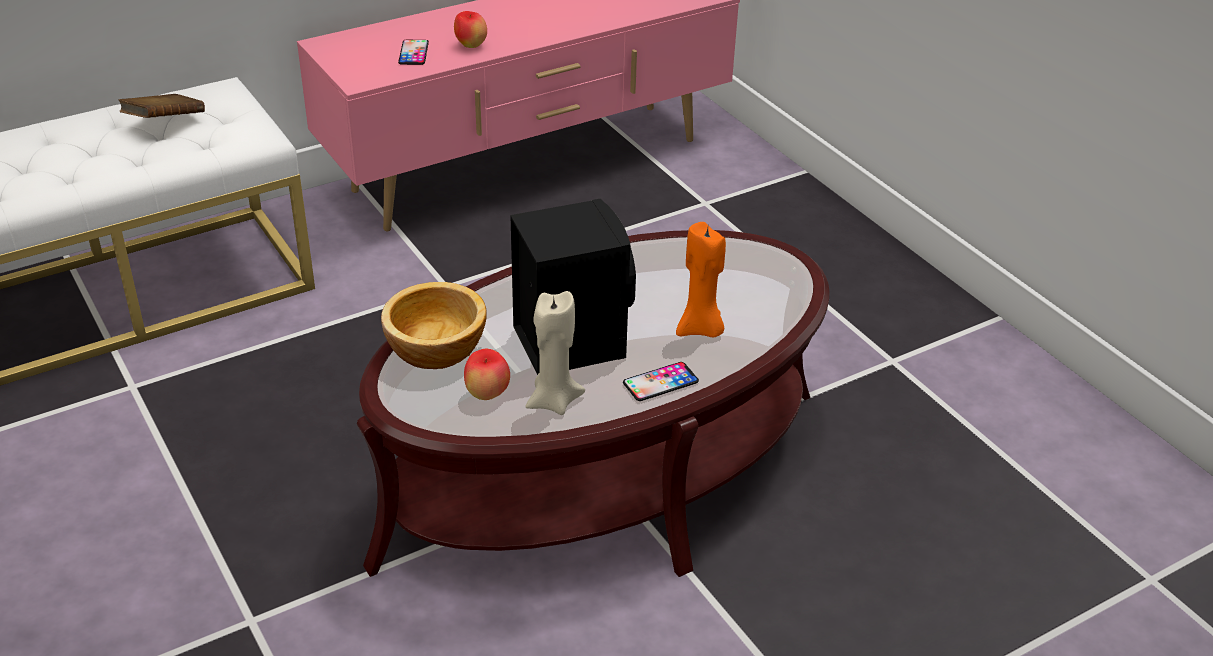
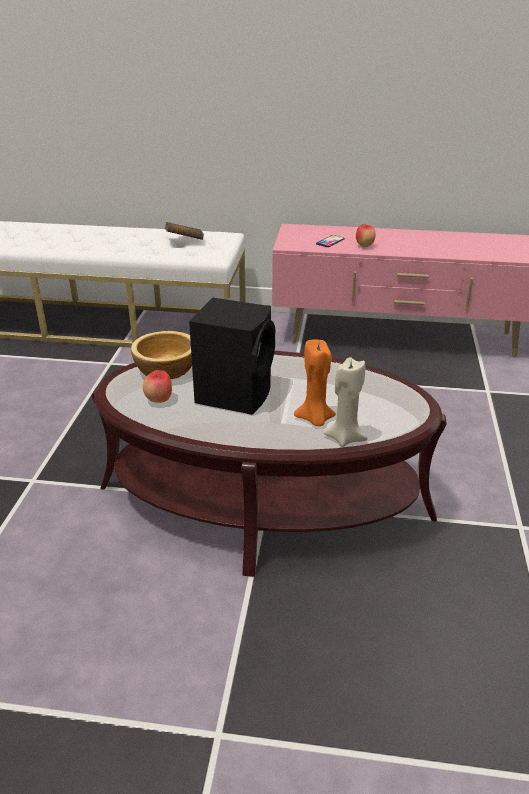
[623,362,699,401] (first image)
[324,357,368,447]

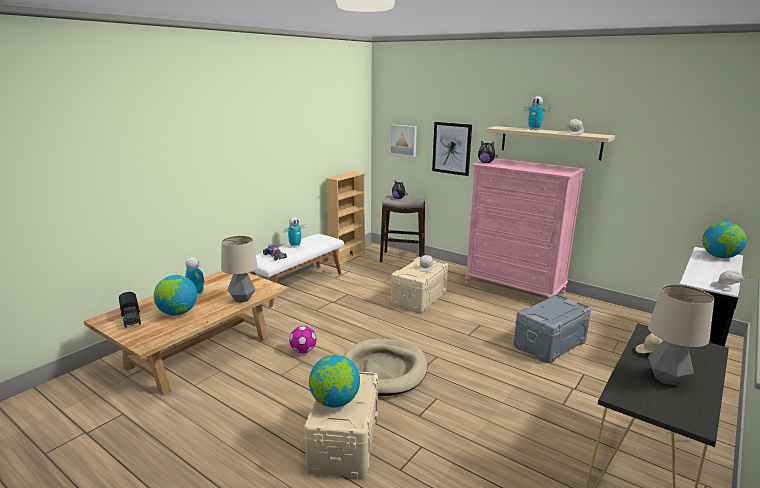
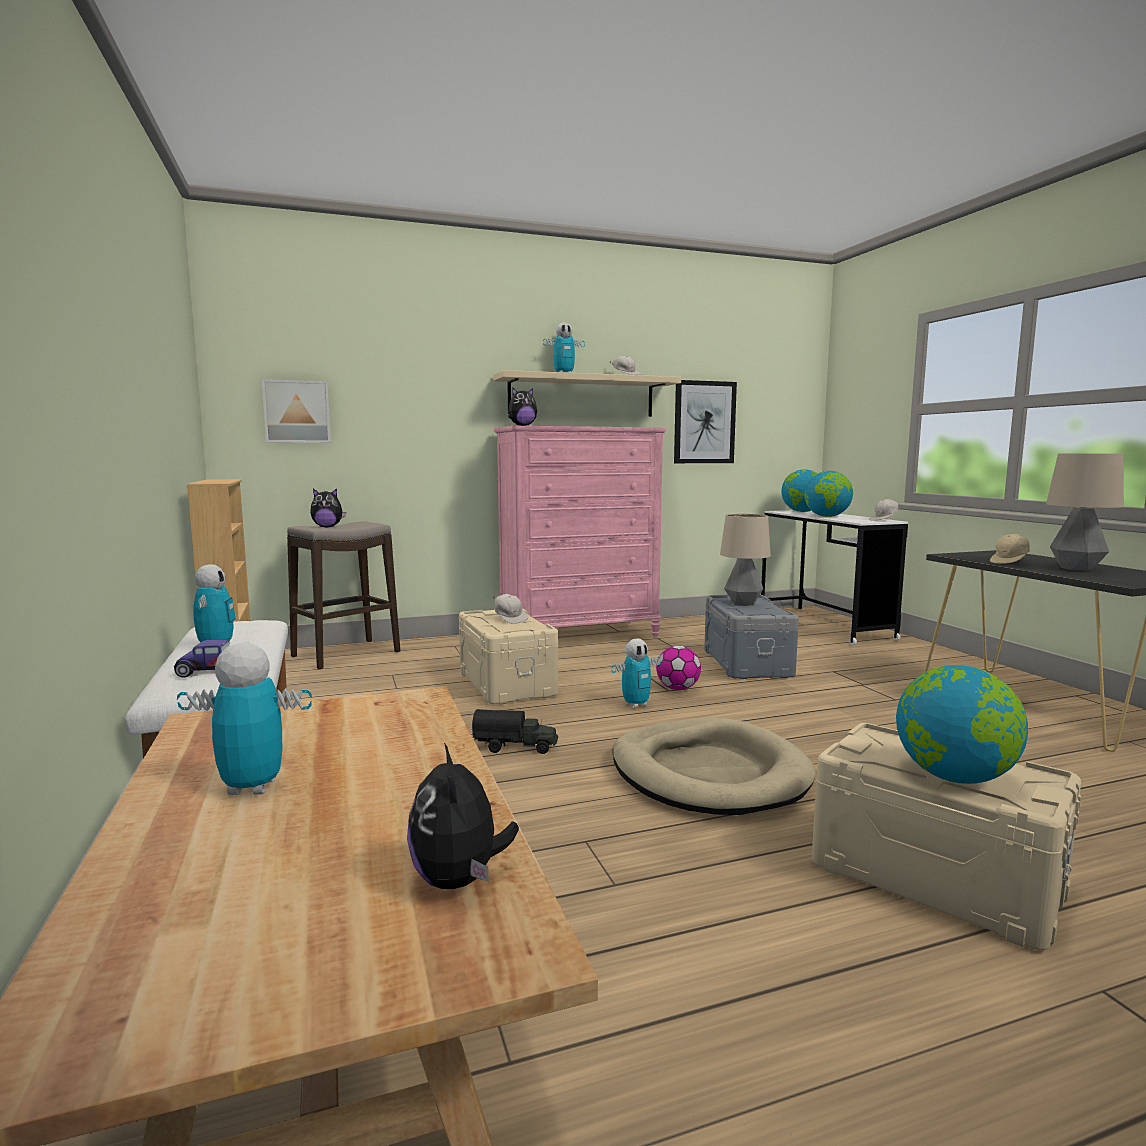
[407,743,519,889]
[612,639,661,708]
[472,709,558,754]
[804,471,853,517]
[720,514,771,606]
[656,646,701,690]
[674,380,737,463]

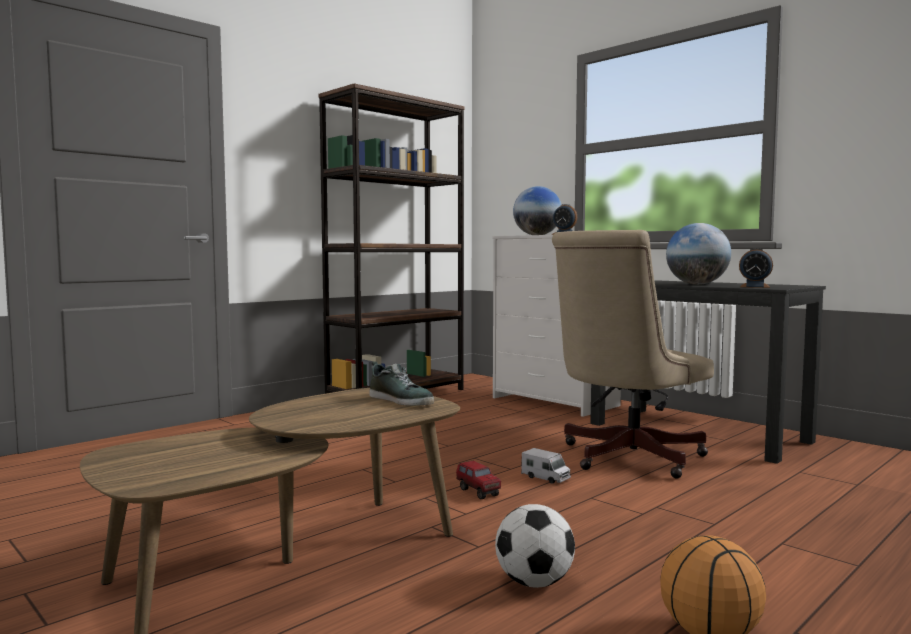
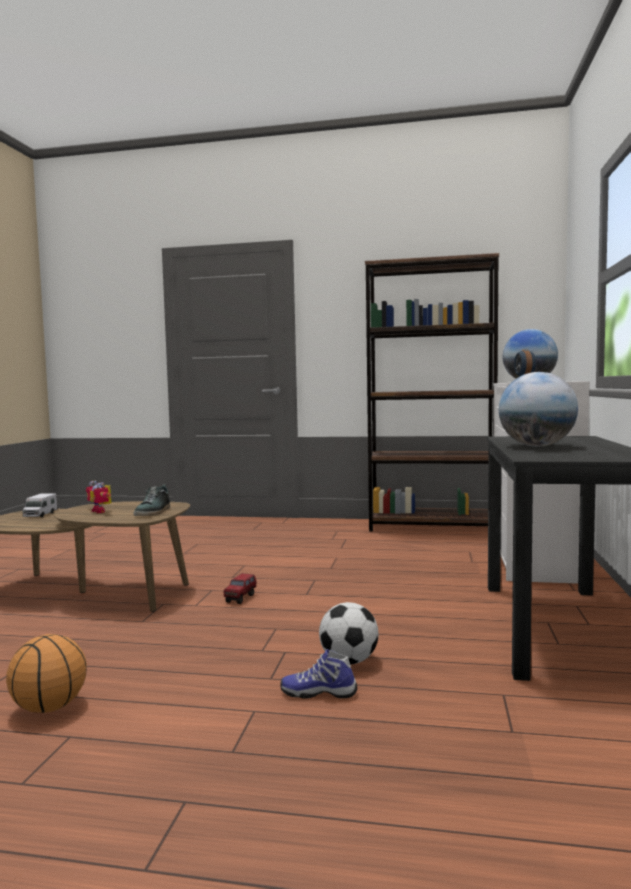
[552,230,714,479] (first image)
[739,248,773,288] (first image)
[86,481,111,513]
[281,649,357,699]
[319,602,379,664]
[23,493,57,517]

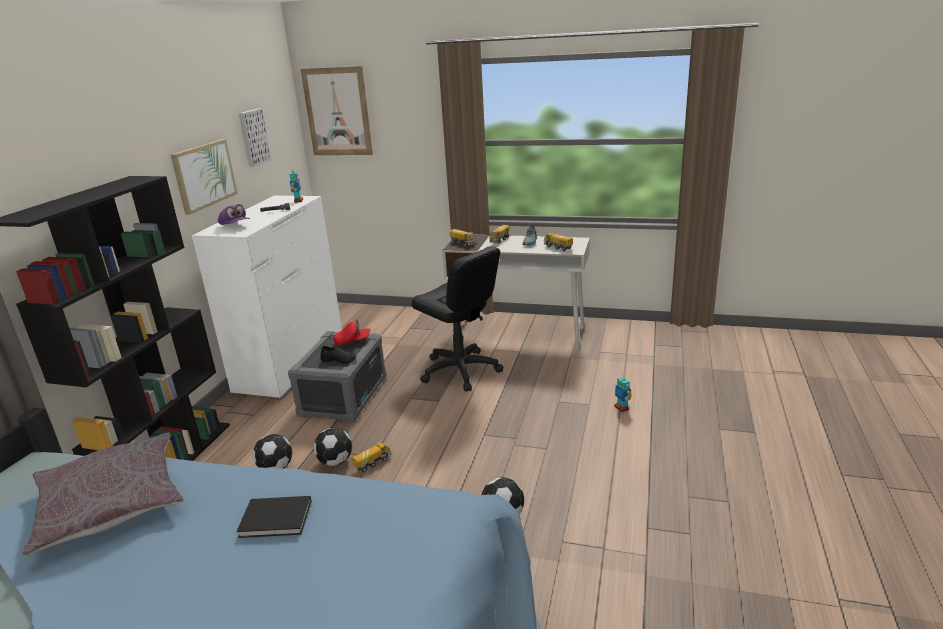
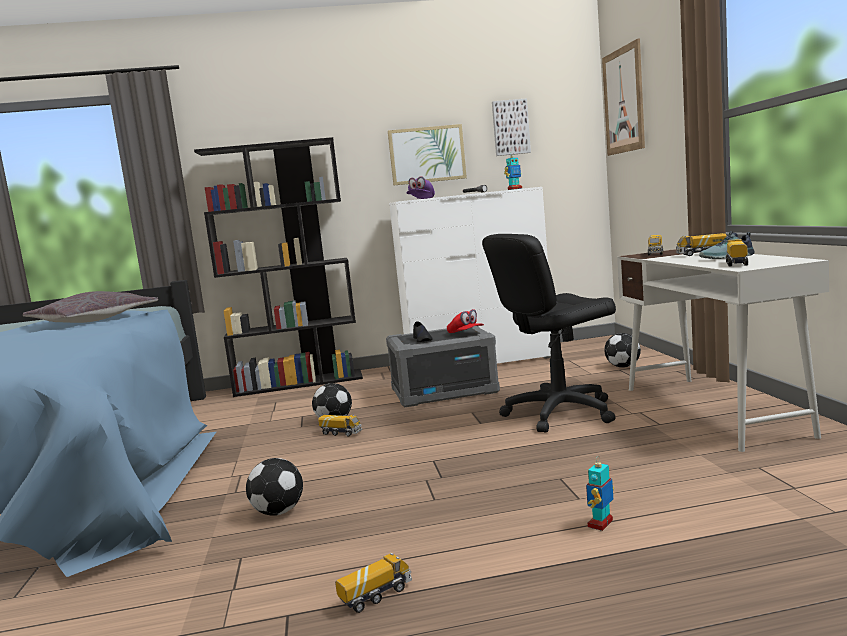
[236,496,312,538] (first image)
[335,553,412,613]
[604,333,641,368]
[482,234,616,433]

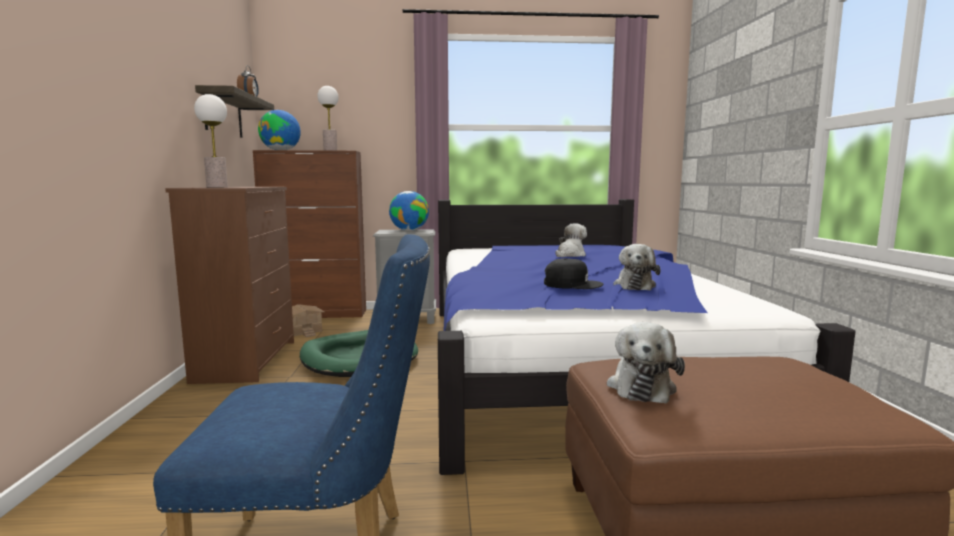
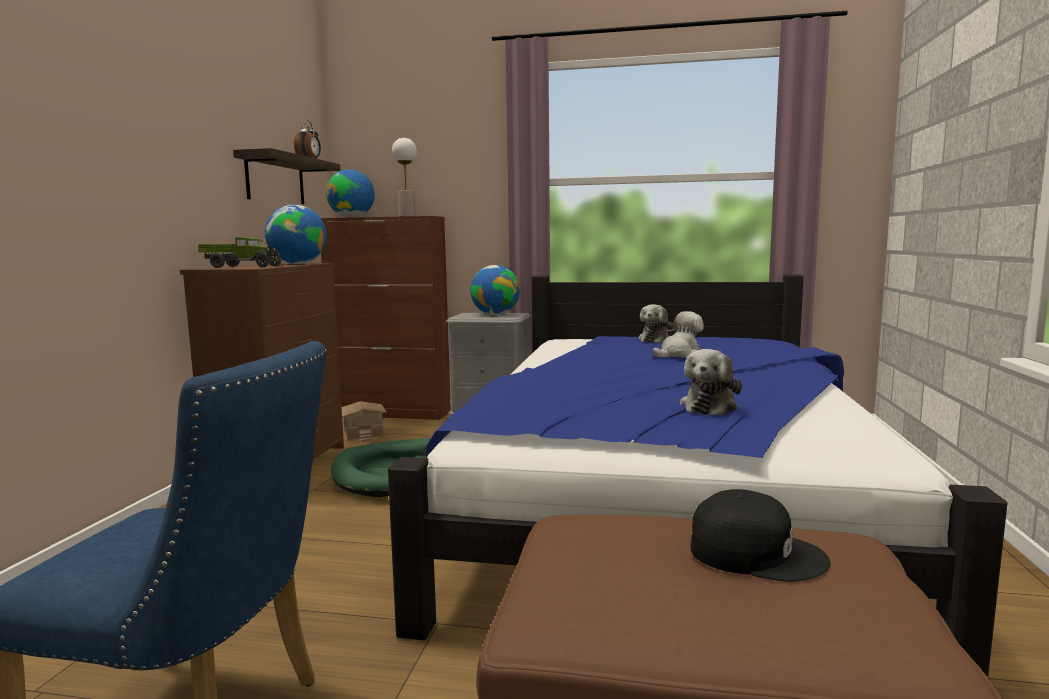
[265,205,327,264]
[690,489,830,582]
[639,304,674,343]
[198,237,282,268]

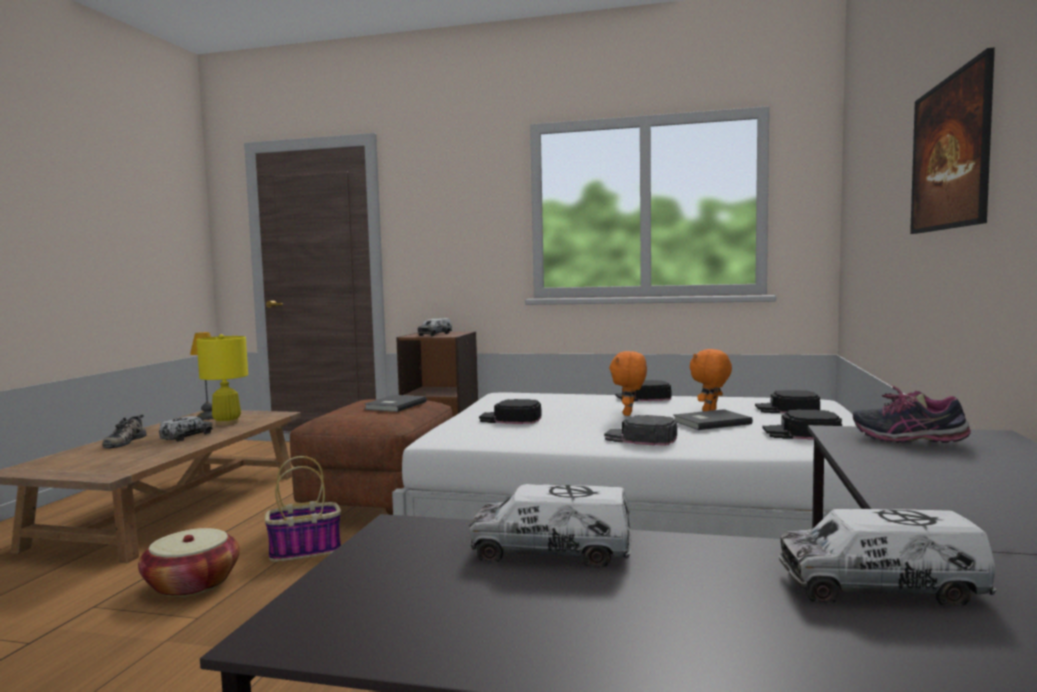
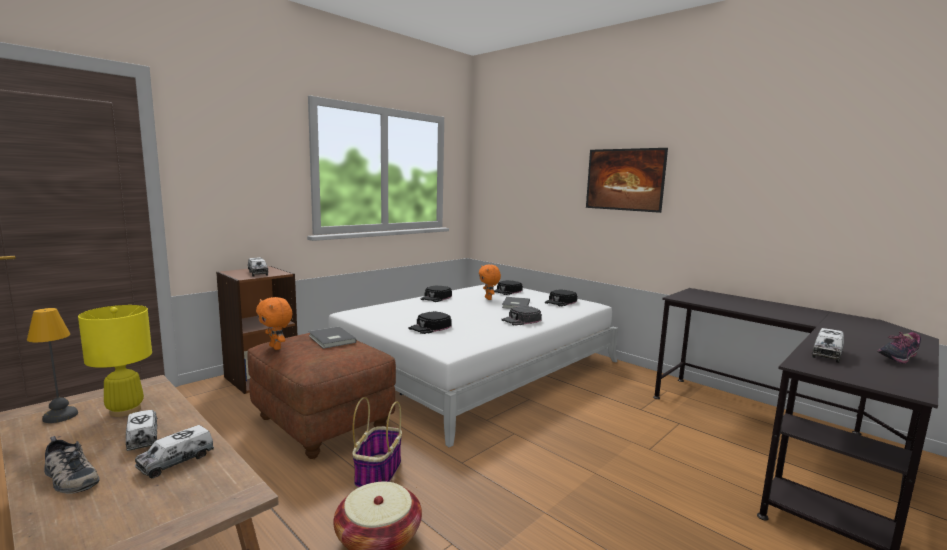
[256,297,292,350]
[135,425,214,479]
[877,332,921,364]

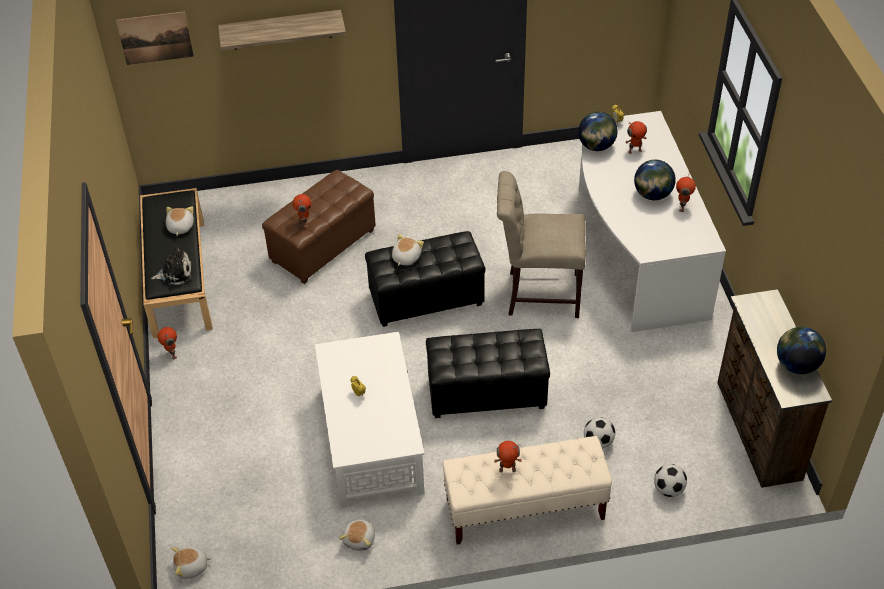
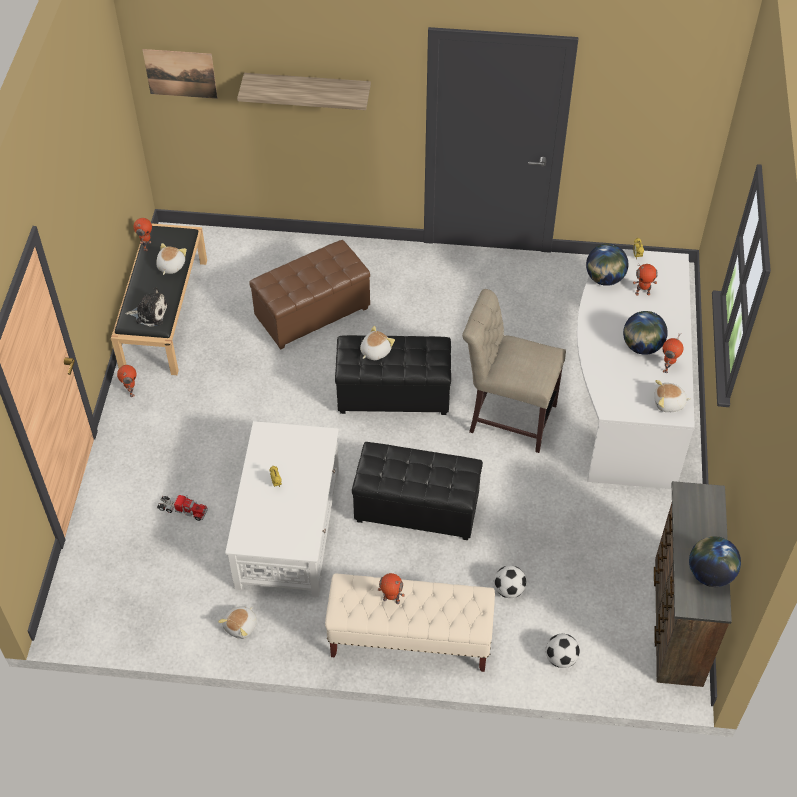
[157,495,208,521]
[654,380,691,412]
[133,218,152,251]

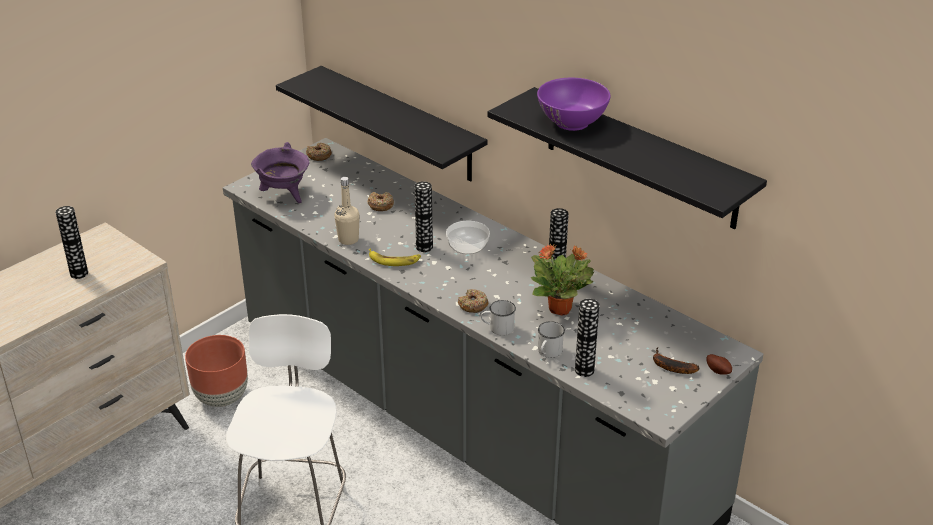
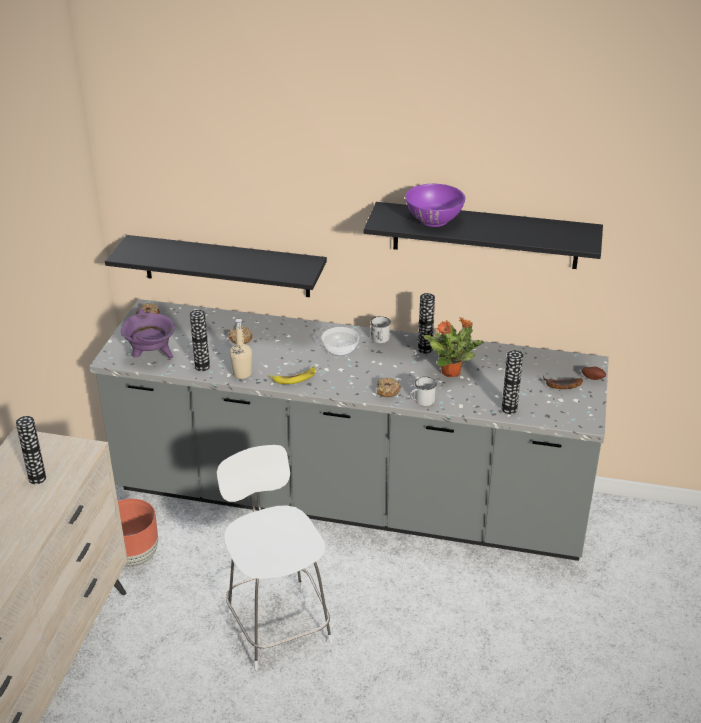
[190,310,210,371]
[371,316,391,343]

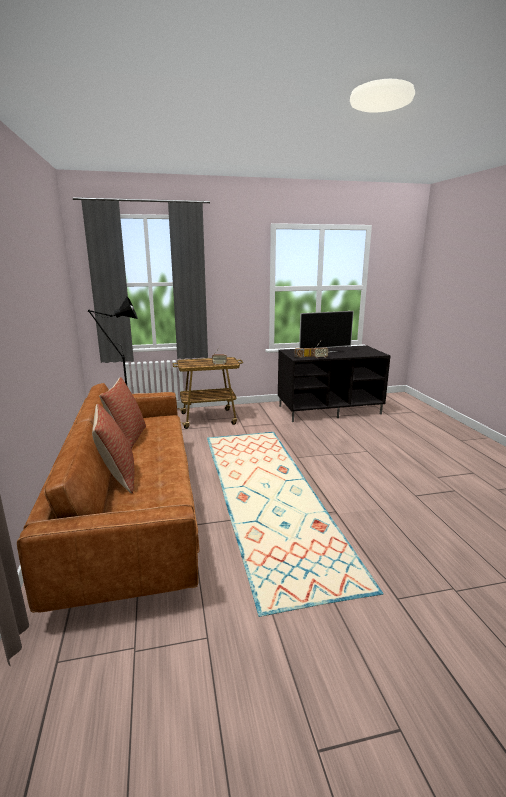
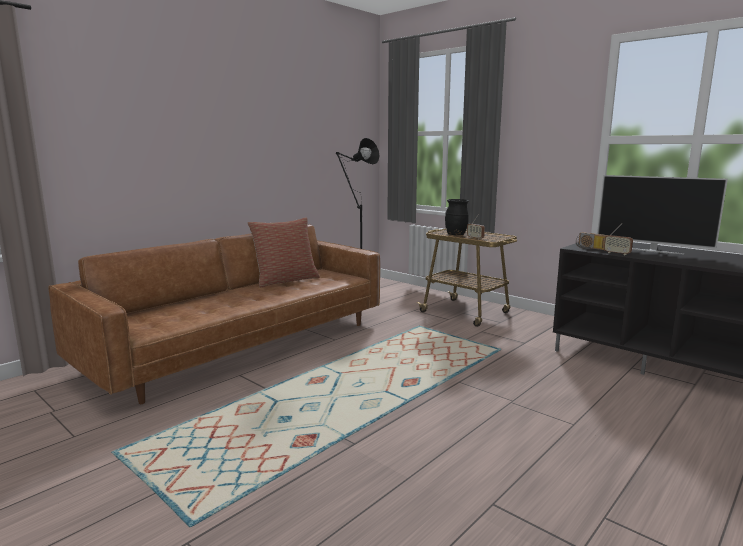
[92,404,134,493] (first image)
[445,199,469,235]

